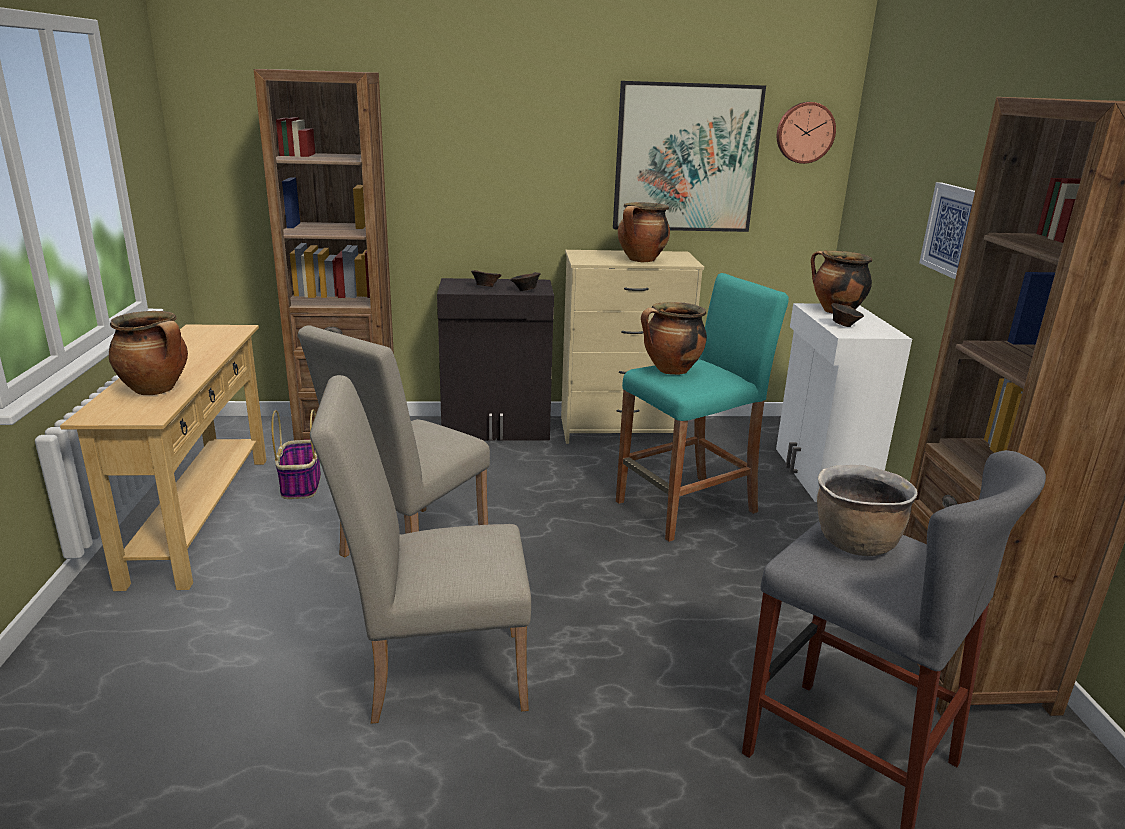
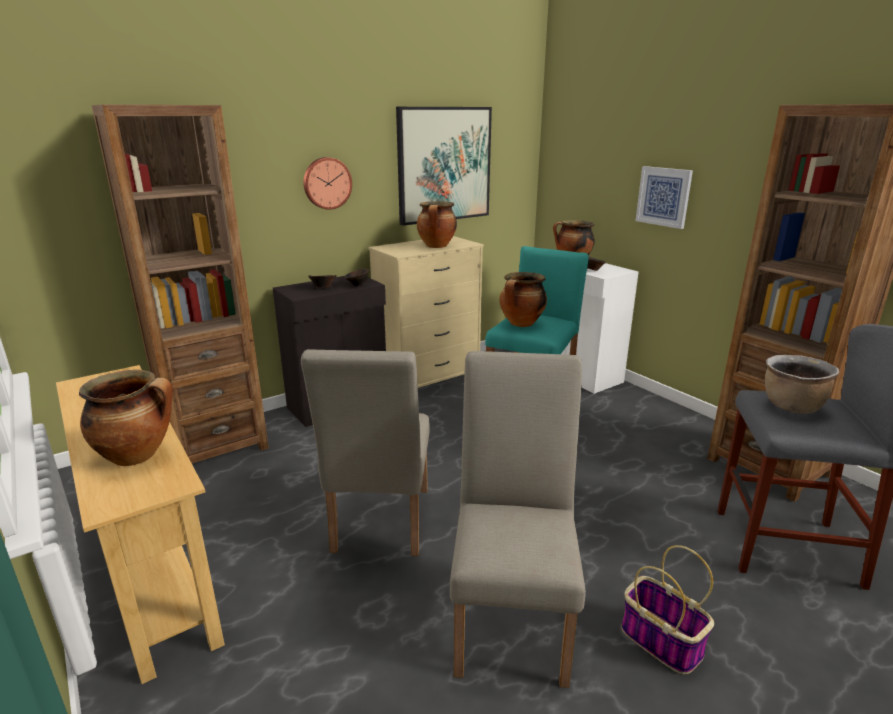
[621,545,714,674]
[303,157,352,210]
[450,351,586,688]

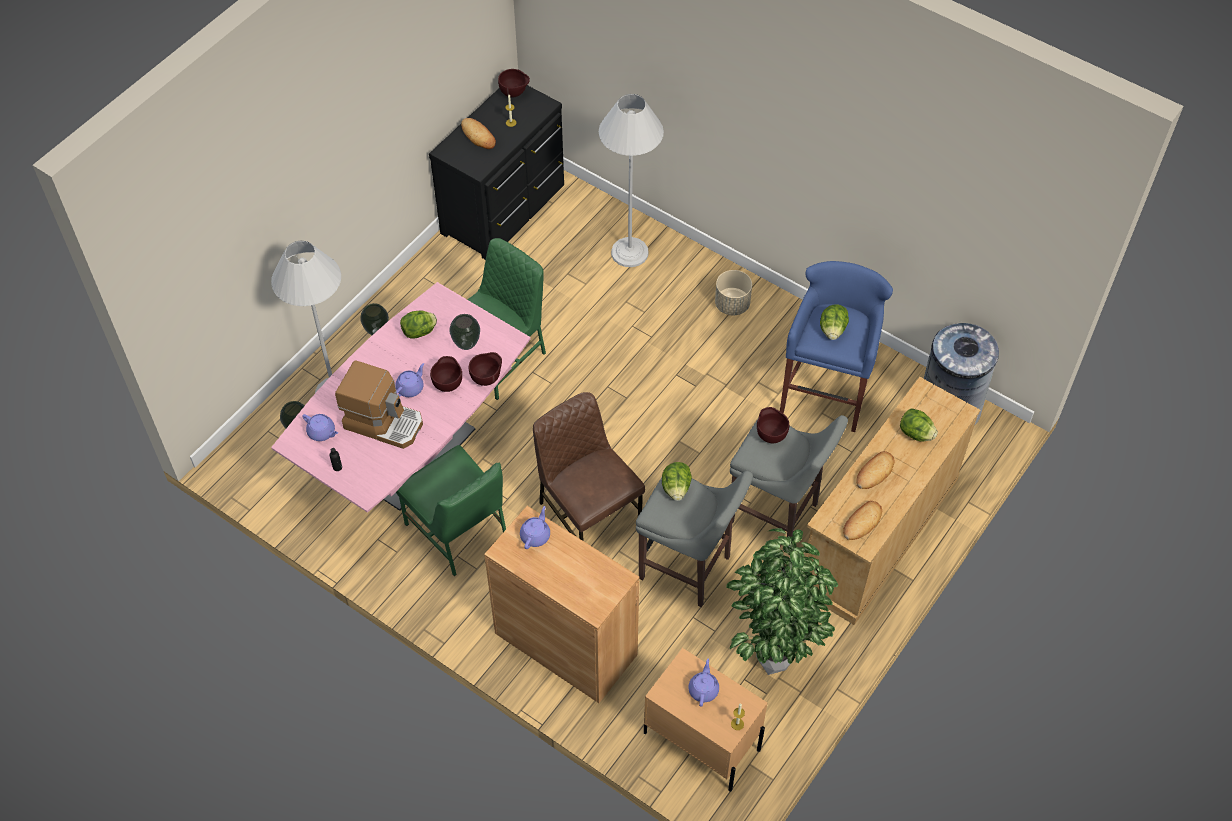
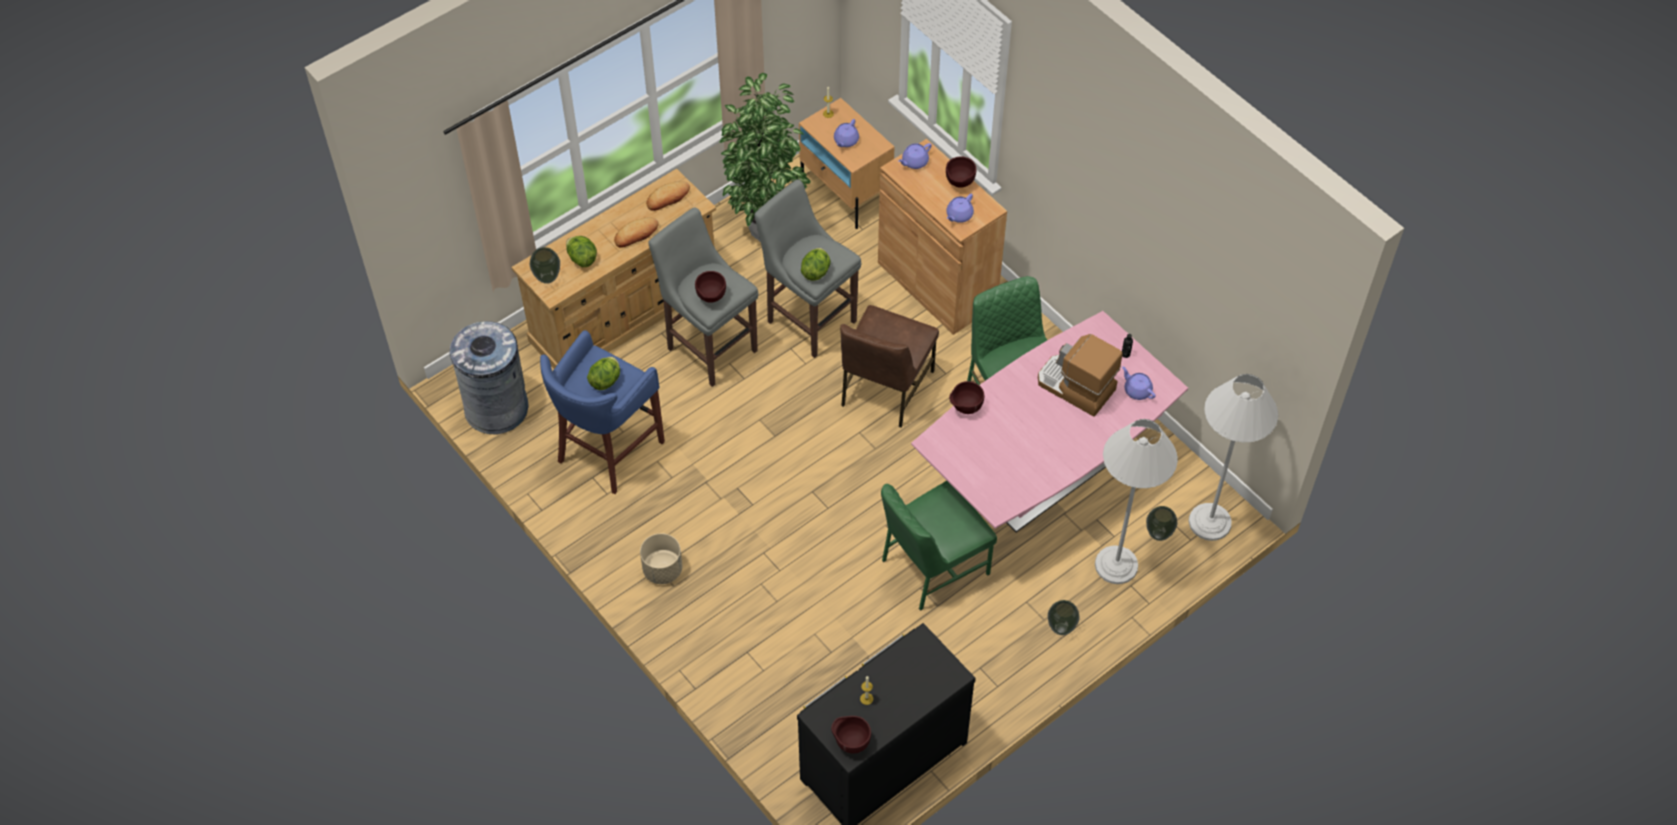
[400,311,437,338] (first image)
[461,118,496,149] (first image)
[898,143,932,169]
[946,156,976,188]
[530,247,560,284]
[1189,374,1278,541]
[840,305,939,428]

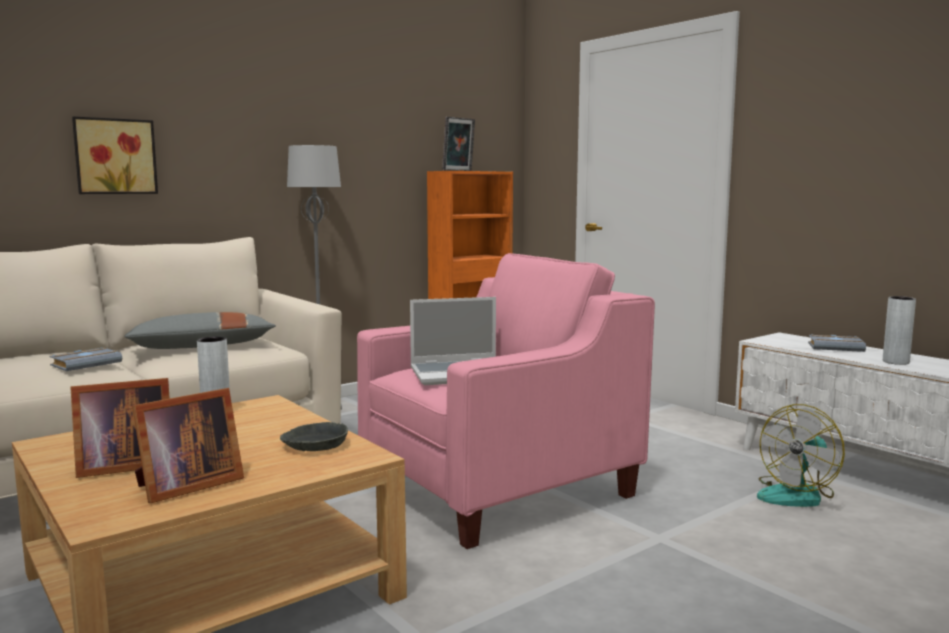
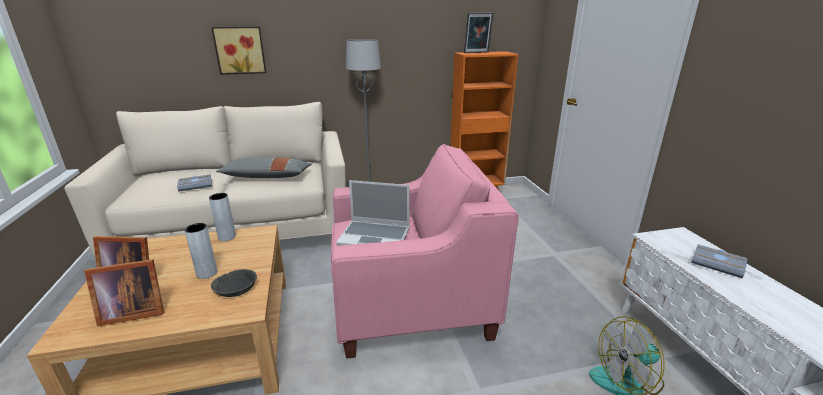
[184,223,217,279]

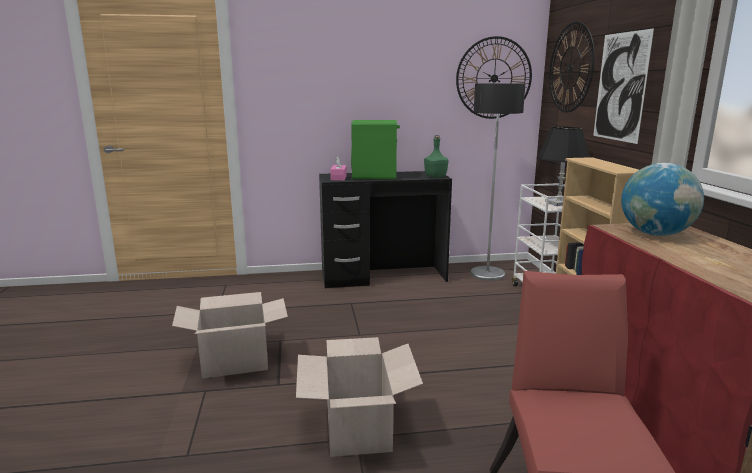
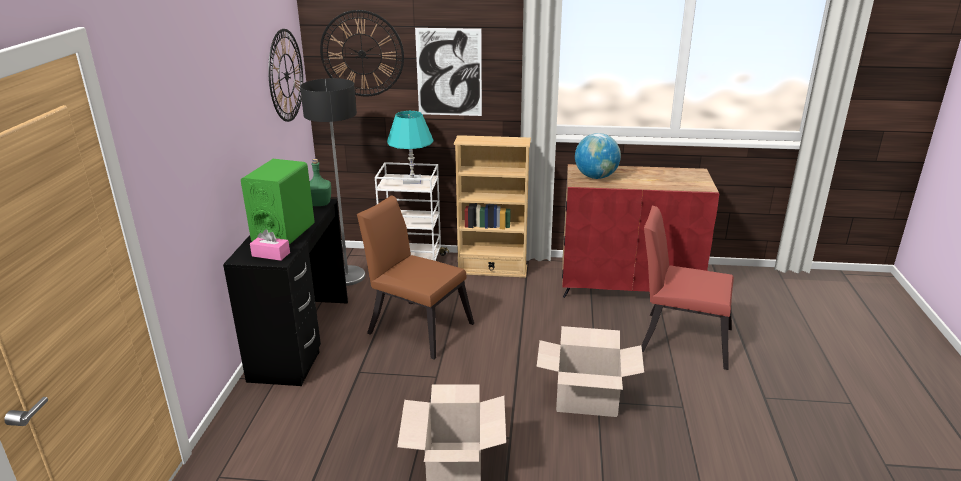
[357,195,474,360]
[387,111,434,184]

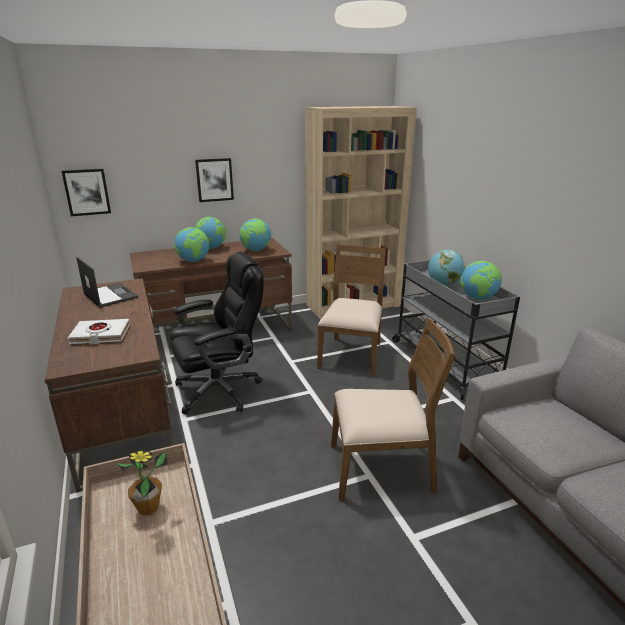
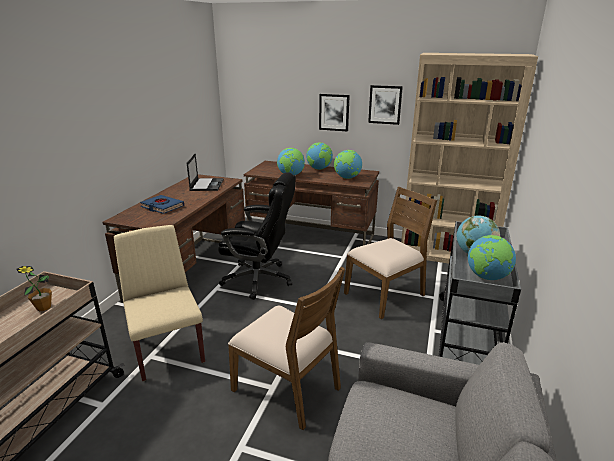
[114,225,205,381]
[368,85,403,125]
[140,195,184,214]

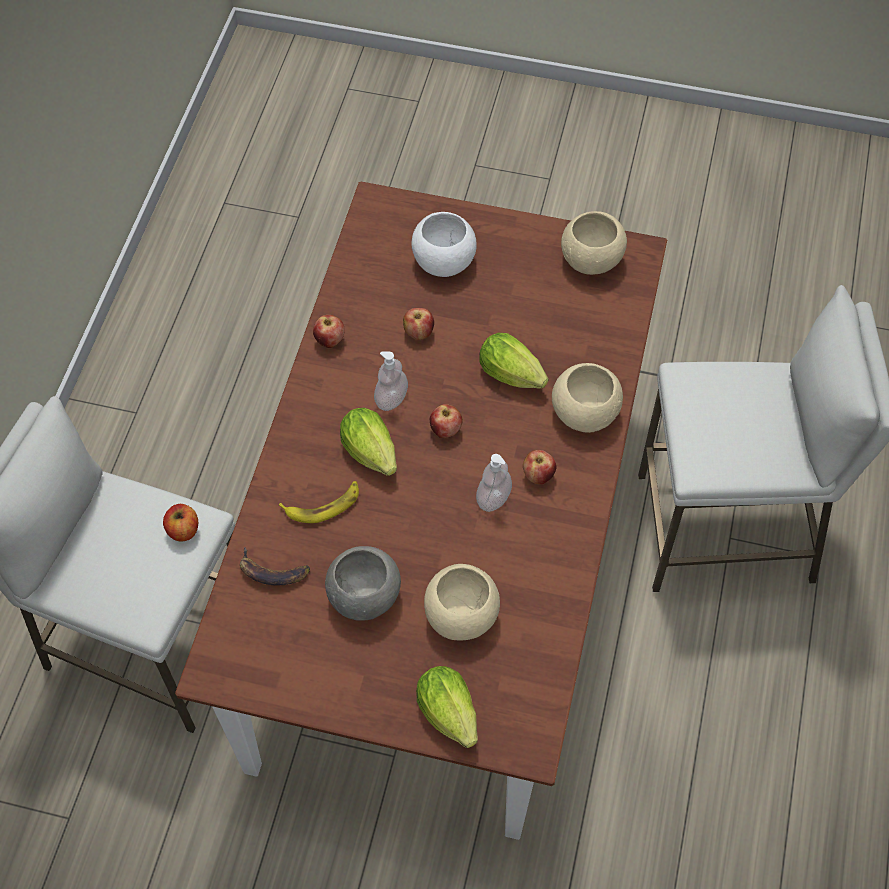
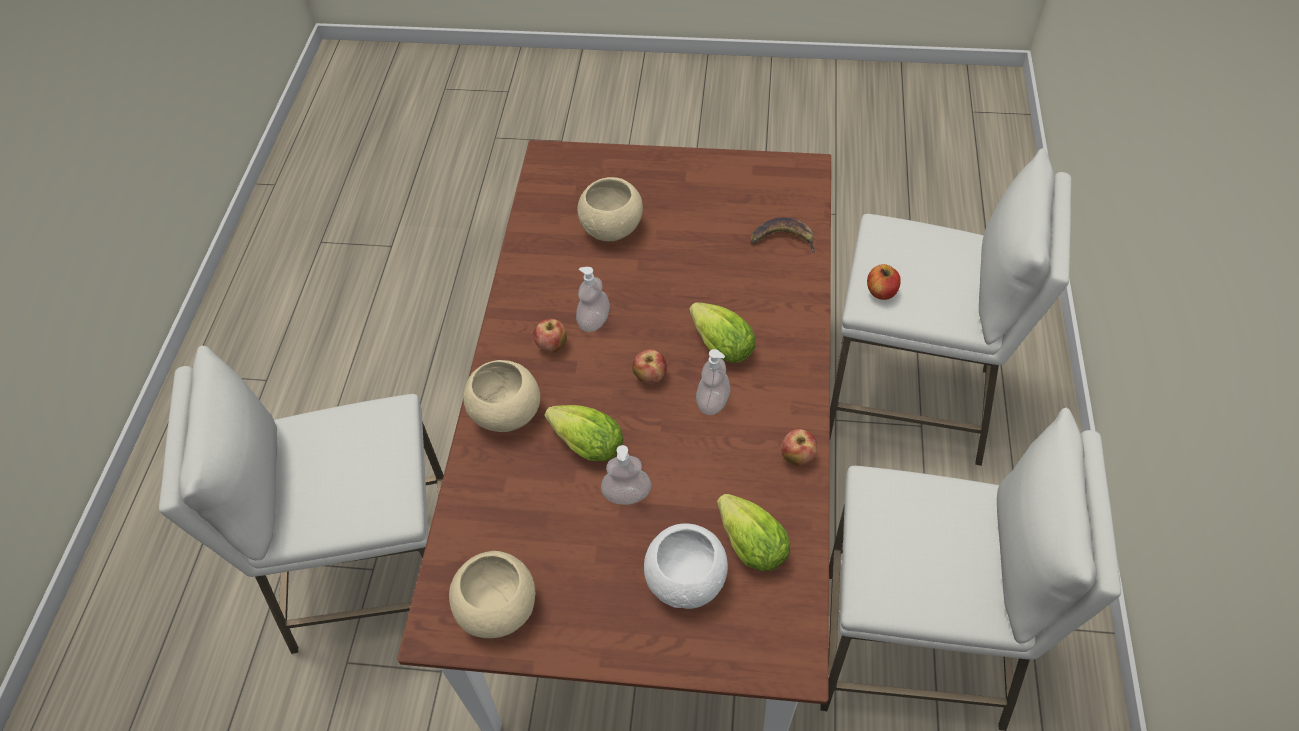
[279,481,359,523] (first image)
[325,546,401,621] (first image)
[403,308,434,340] (first image)
[601,445,651,505]
[820,408,1121,731]
[717,494,790,571]

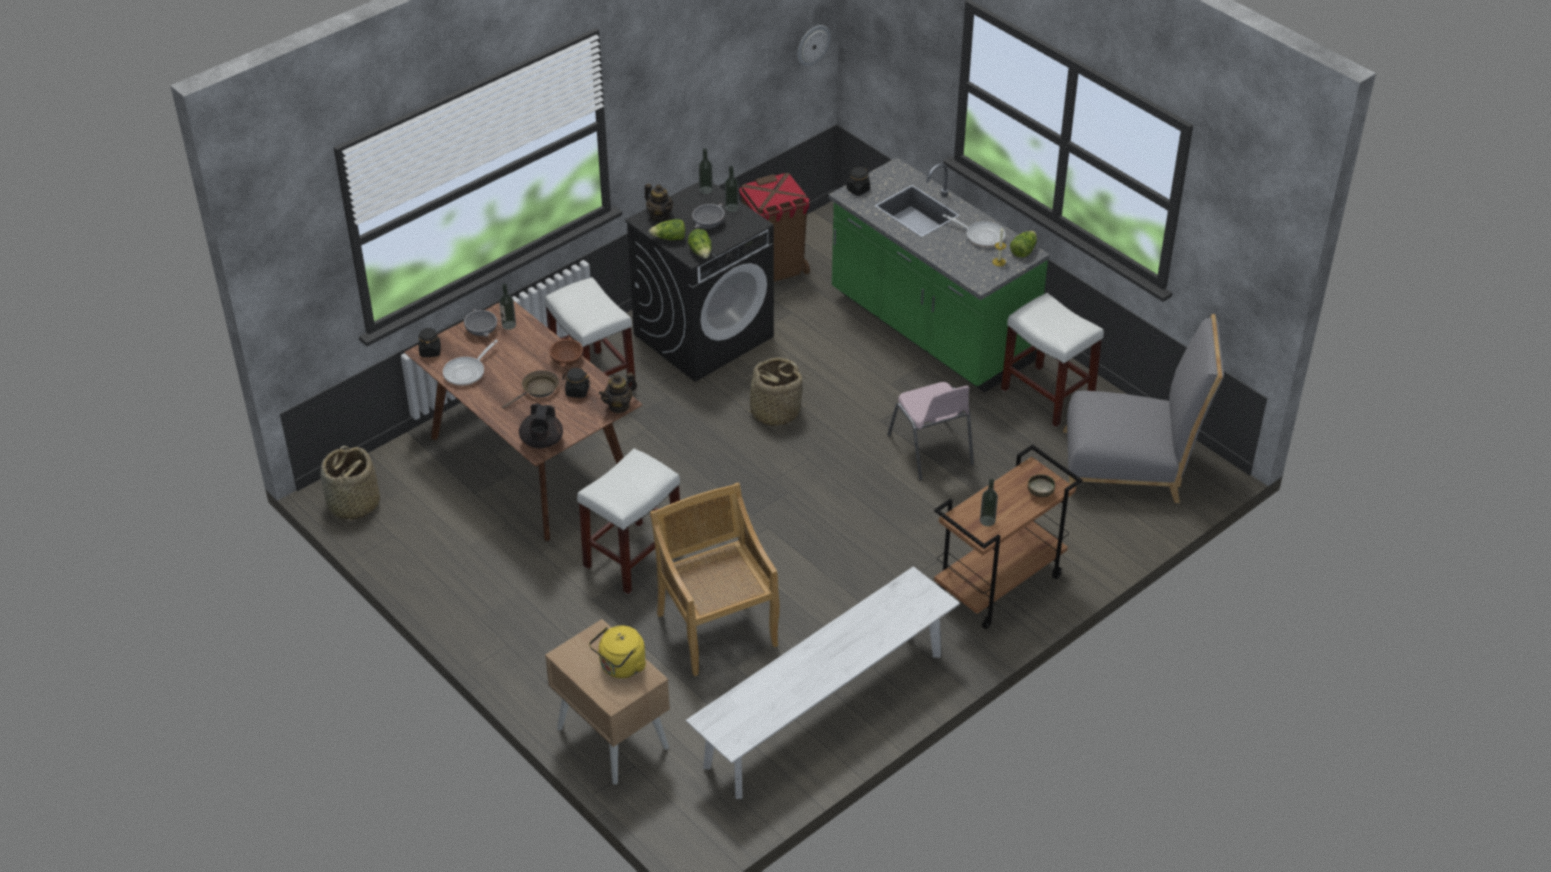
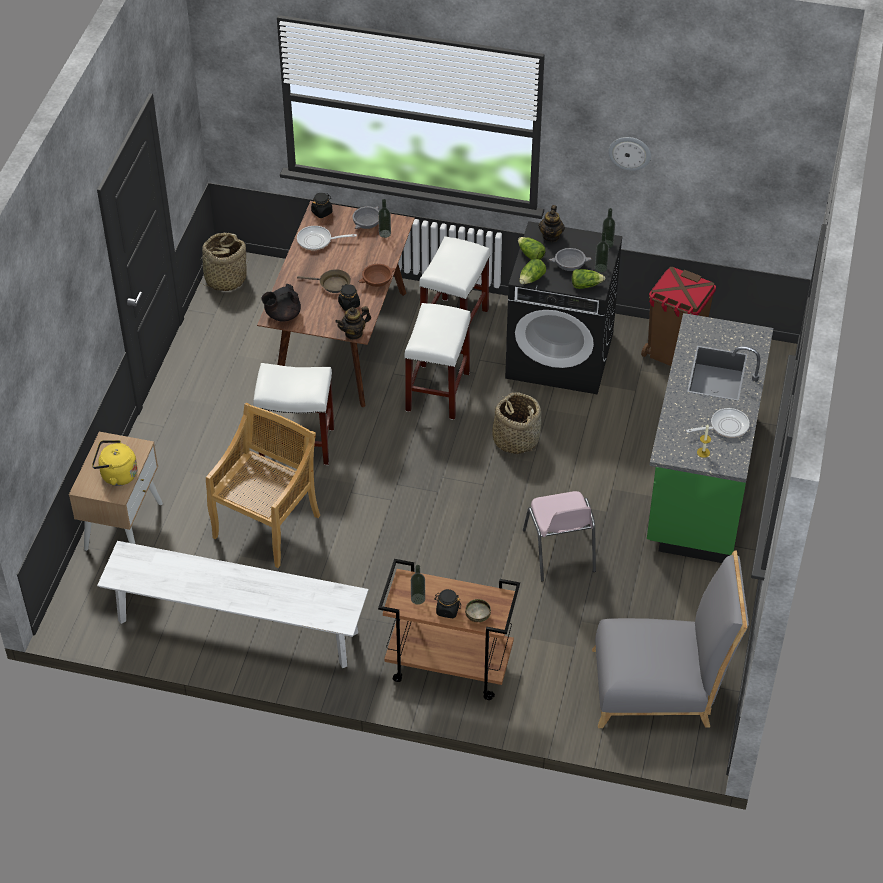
[608,137,651,171]
[434,589,461,618]
[404,303,471,420]
[572,269,605,289]
[335,306,371,340]
[523,491,596,582]
[686,408,750,438]
[592,551,749,728]

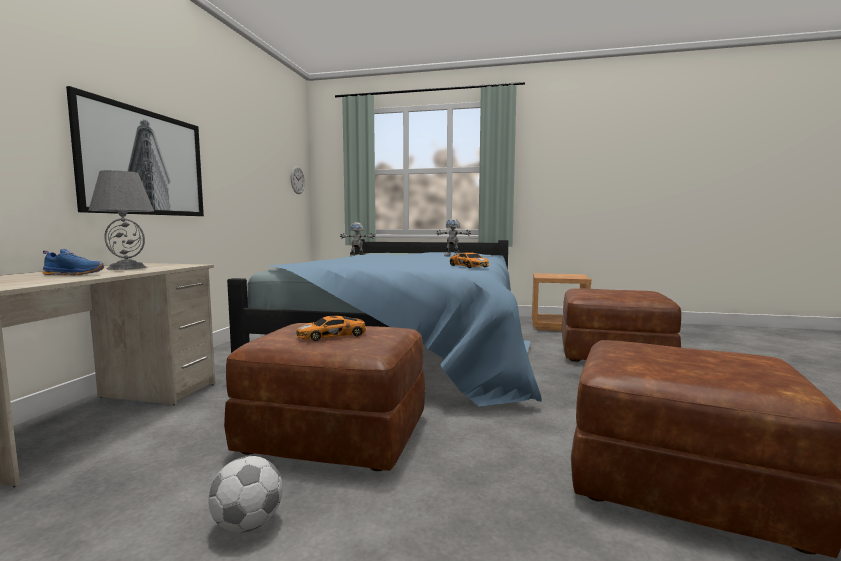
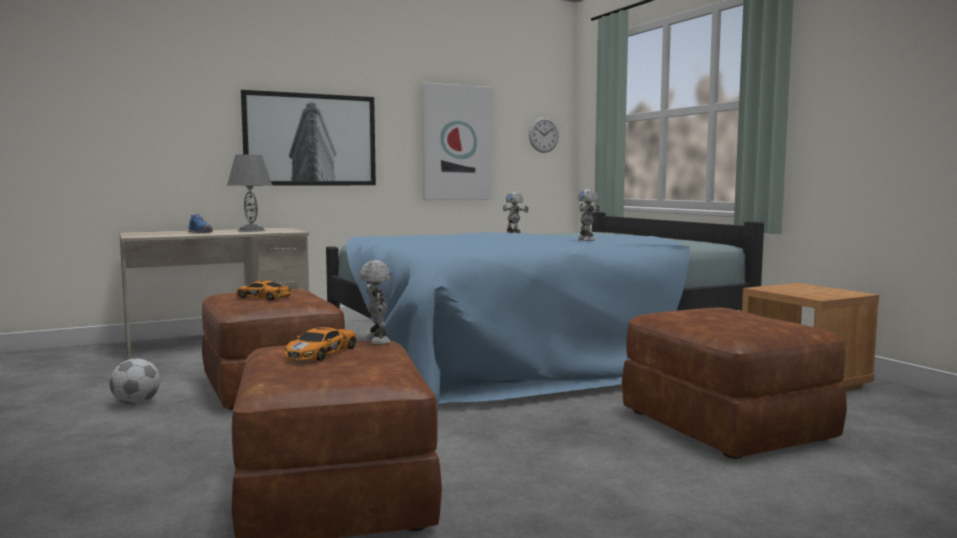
[359,260,392,345]
[422,83,492,200]
[285,327,357,361]

